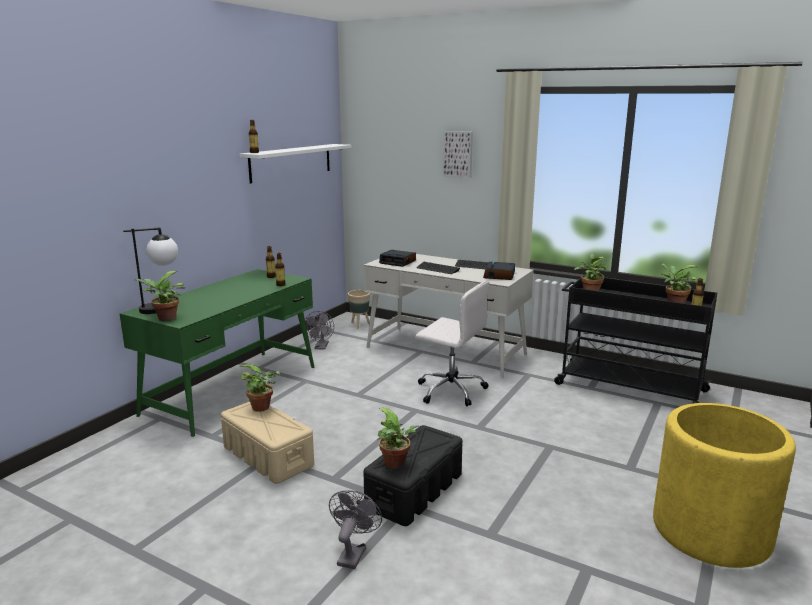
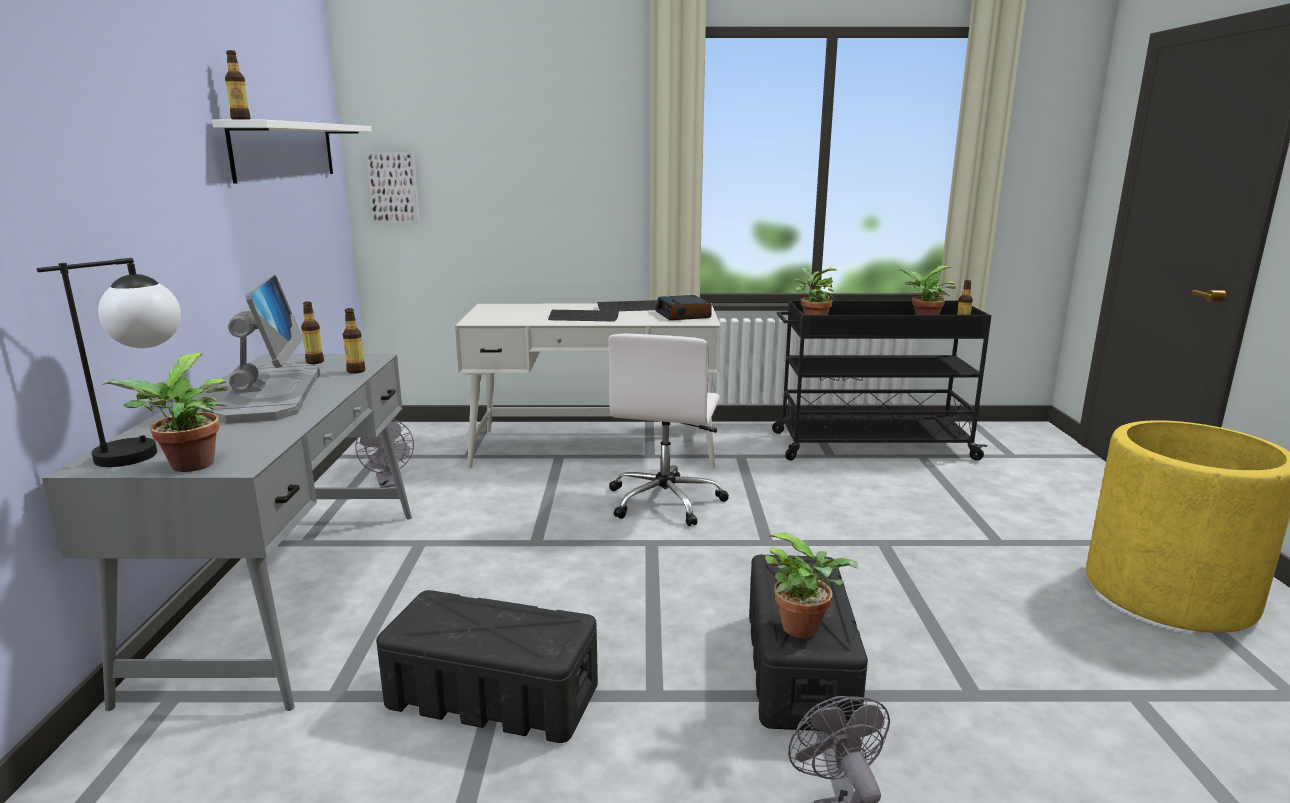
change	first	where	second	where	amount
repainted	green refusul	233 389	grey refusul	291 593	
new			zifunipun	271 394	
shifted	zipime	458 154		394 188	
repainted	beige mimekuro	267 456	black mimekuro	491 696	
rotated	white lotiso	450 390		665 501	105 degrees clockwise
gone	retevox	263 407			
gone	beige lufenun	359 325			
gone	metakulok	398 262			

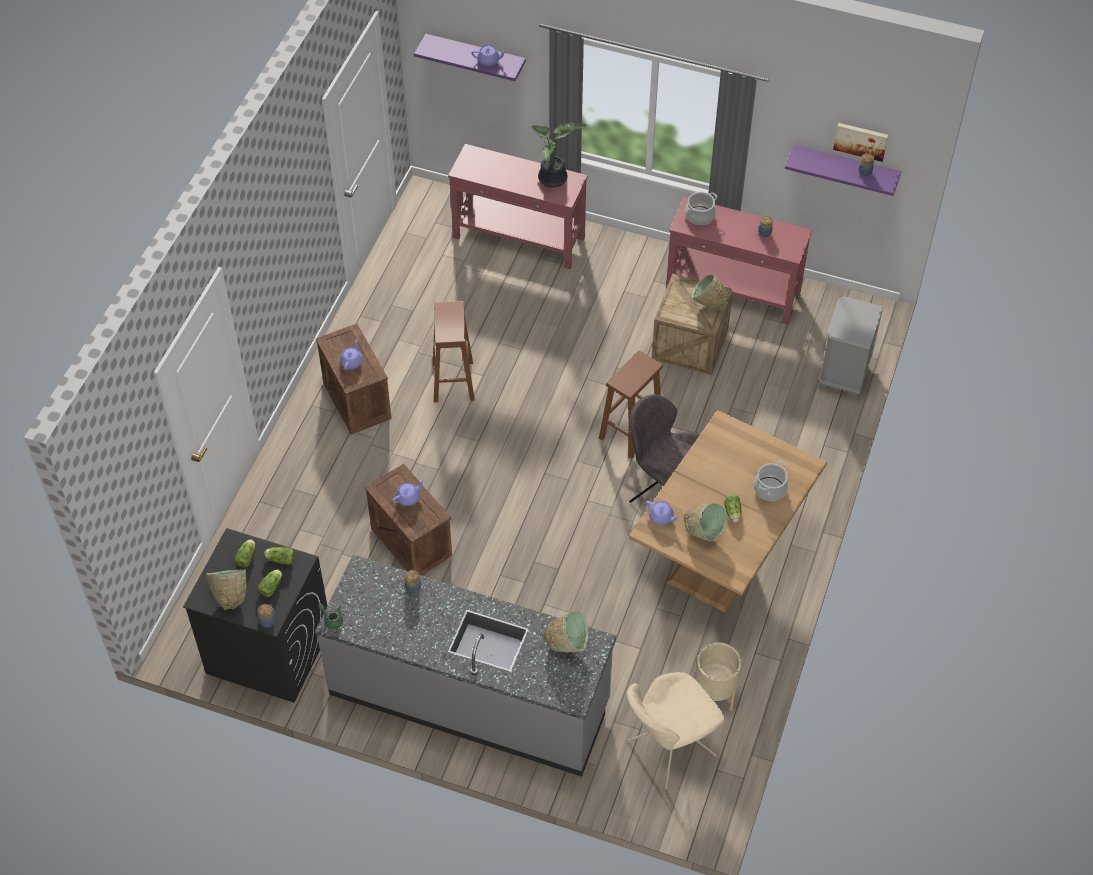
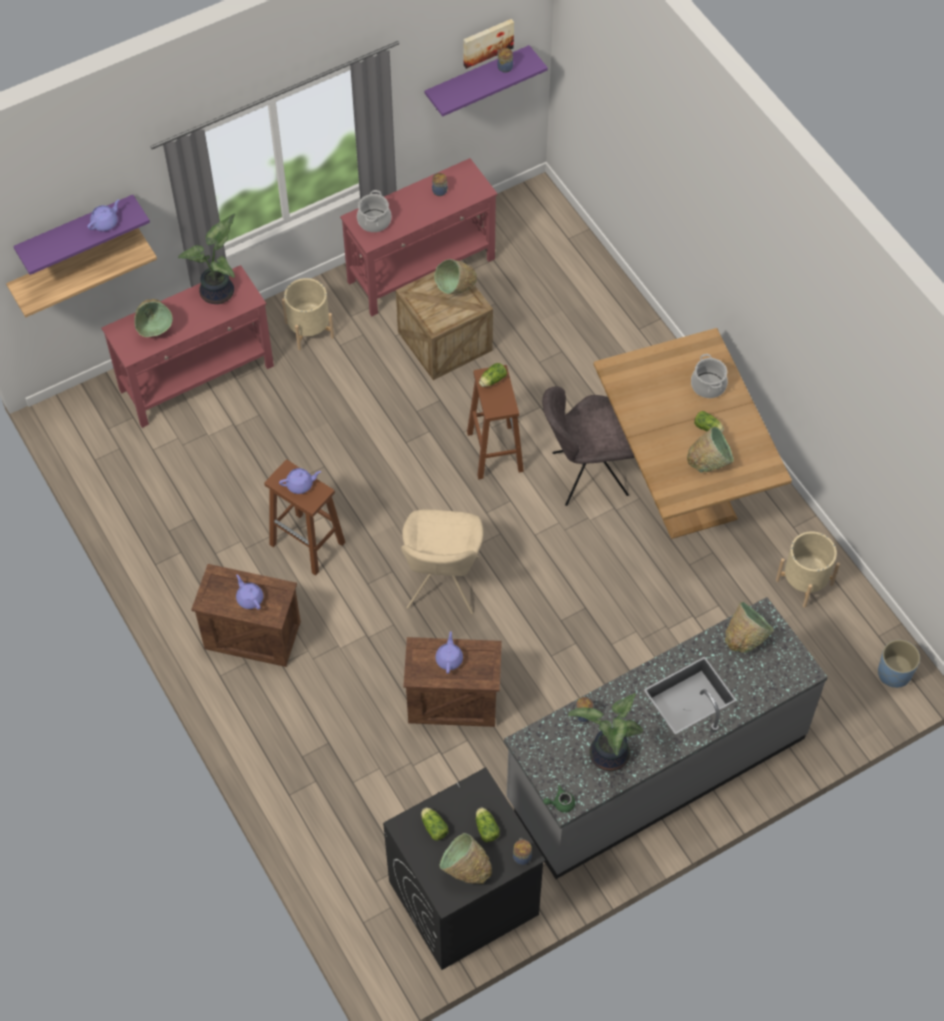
change	first	where	second	where	amount
new			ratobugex	75 265	
new			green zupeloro	155 329	
shifted	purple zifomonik	661 517		300 484	
new			beige lufenun	309 330	
shifted	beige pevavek	669 750		442 586	
shifted	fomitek	279 559		491 380	
new			retevox	607 756	
new			blue lufenun	894 673	
gone	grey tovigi	843 376			

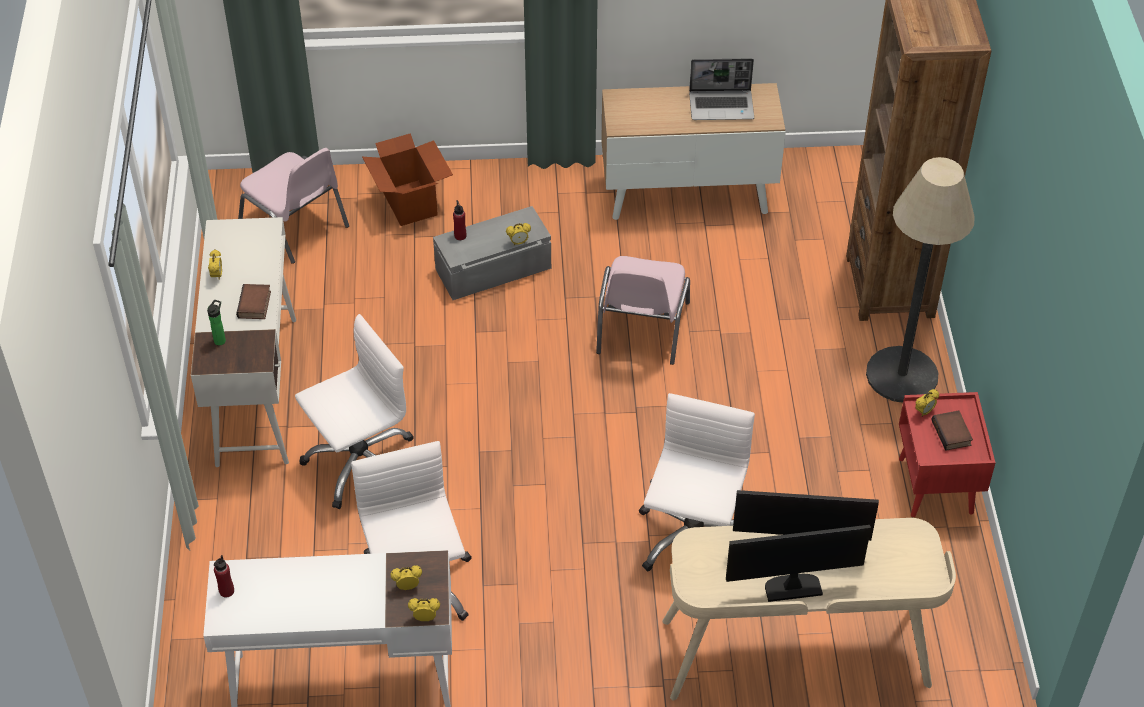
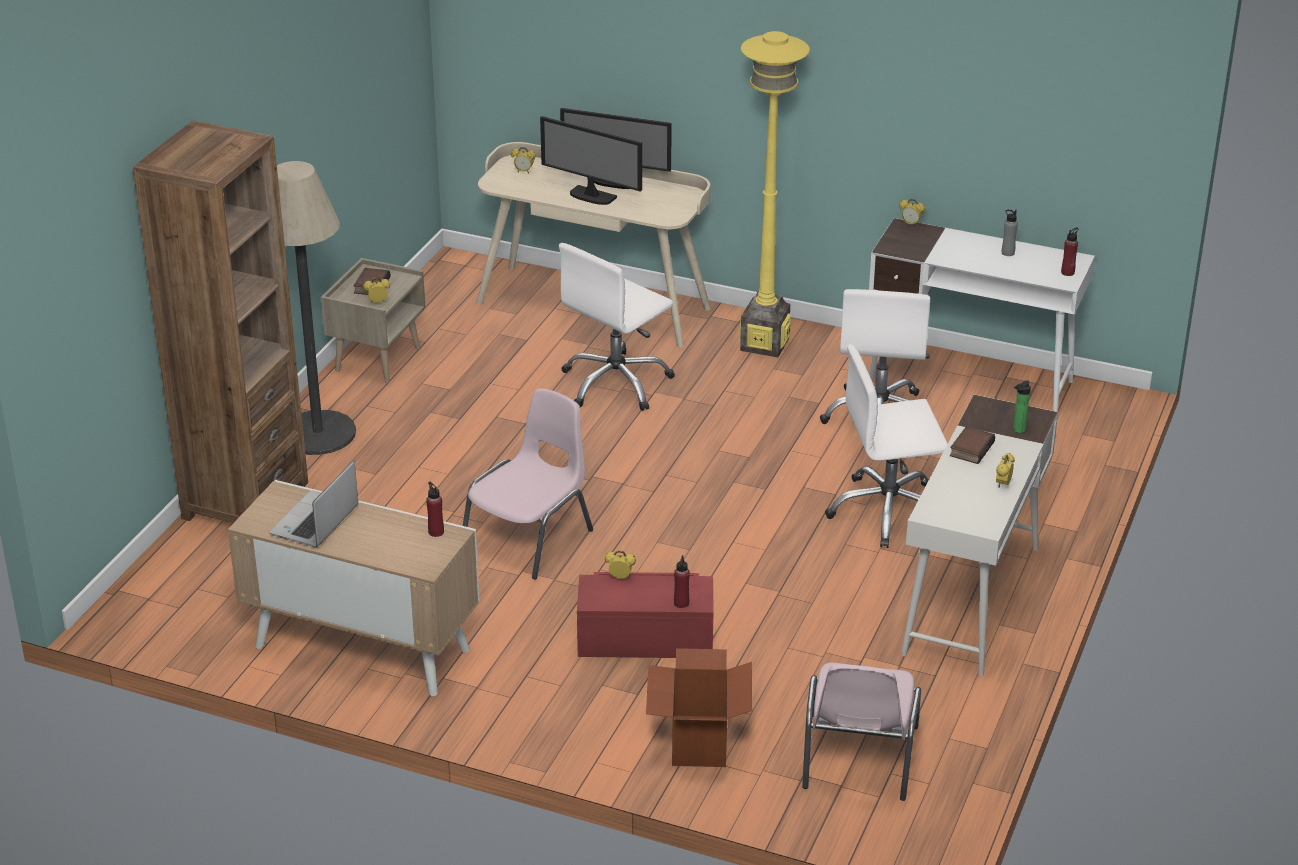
change	first	where	second	where	amount
rotated	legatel	722 106		315 522	90 degrees counterclockwise
repainted	red tovigi	936 486	beige tovigi	377 359	
new			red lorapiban	436 532	
shifted	metakulok	407 586		524 171	
repainted	grey mimekuro	494 270	red mimekuro	645 637	
new			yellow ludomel	764 344	
rotated	pink pevavek	295 226		858 759	150 degrees counterclockwise
new			grey lorapiban	1008 253	

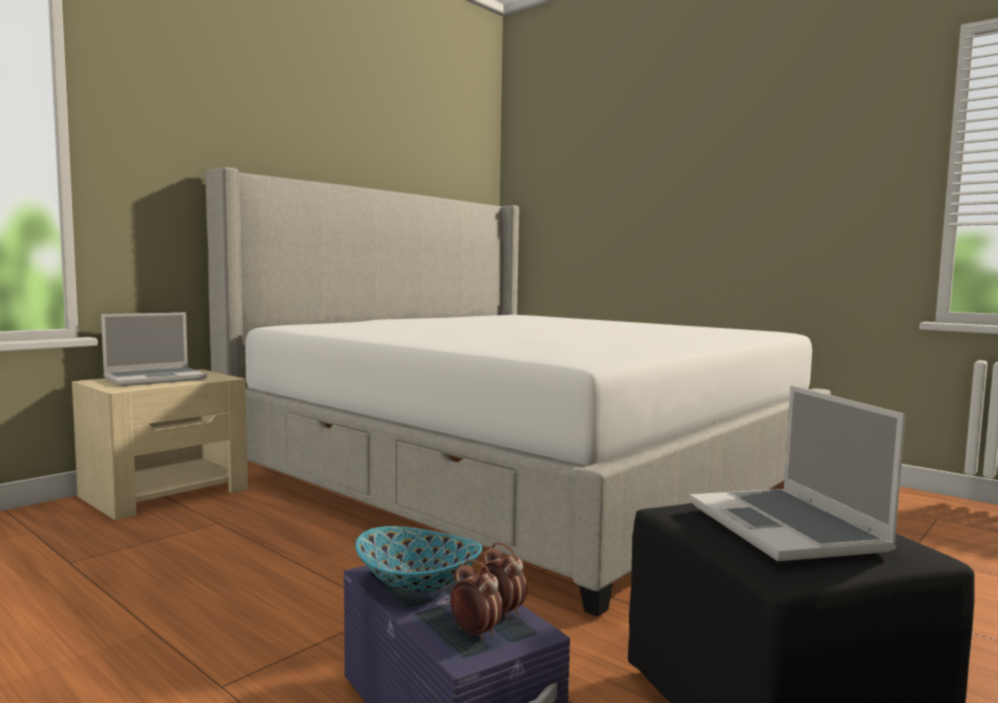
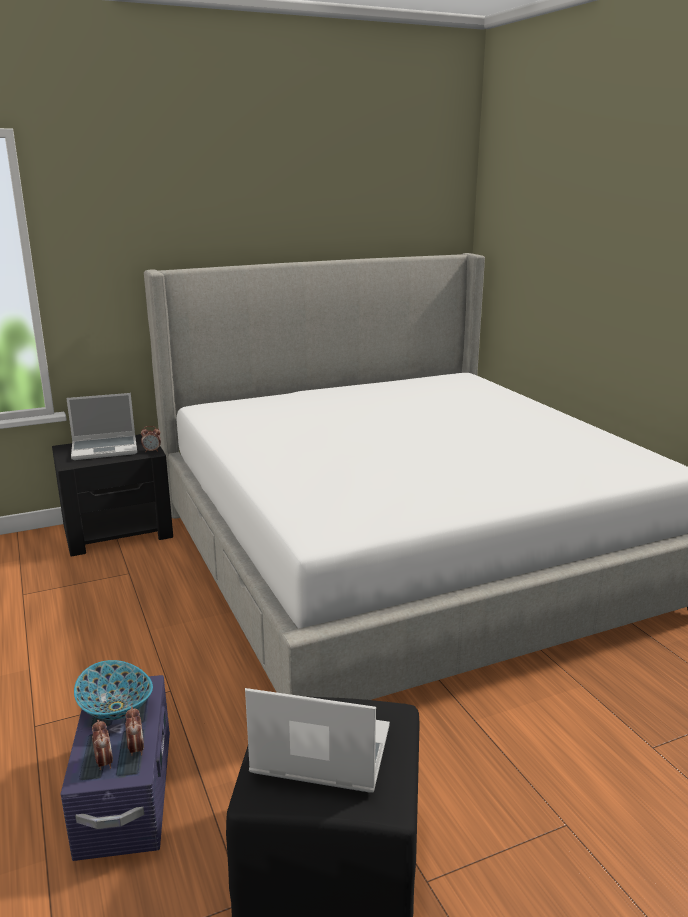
change	first	where	second	where	amount
repainted	beige tovigi	166 492	black tovigi	118 531	
new			metakulok	152 451	
rotated	legatel	787 528		319 752	90 degrees clockwise

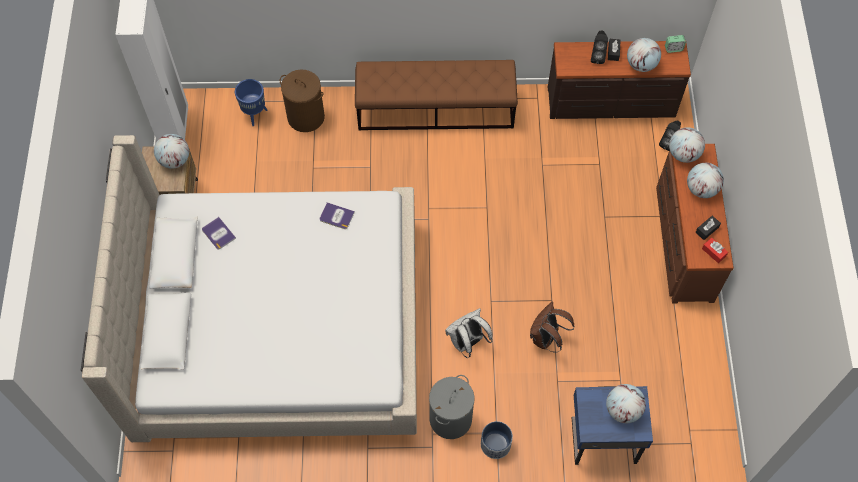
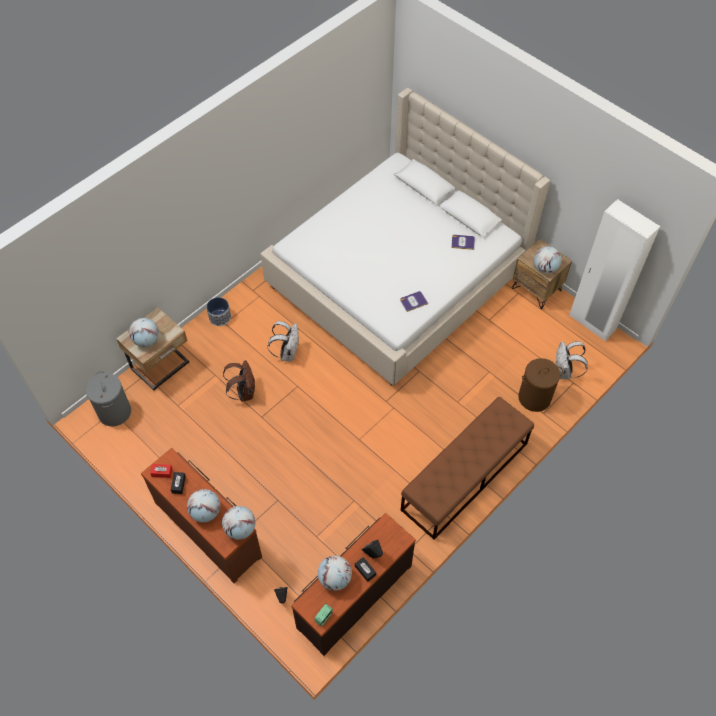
change	first	where	second	where	amount
shifted	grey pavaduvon	450 419		114 412	
repainted	blue tovigi	602 438	beige tovigi	161 366	
swapped	blue lufenun	254 114	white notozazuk	564 372	

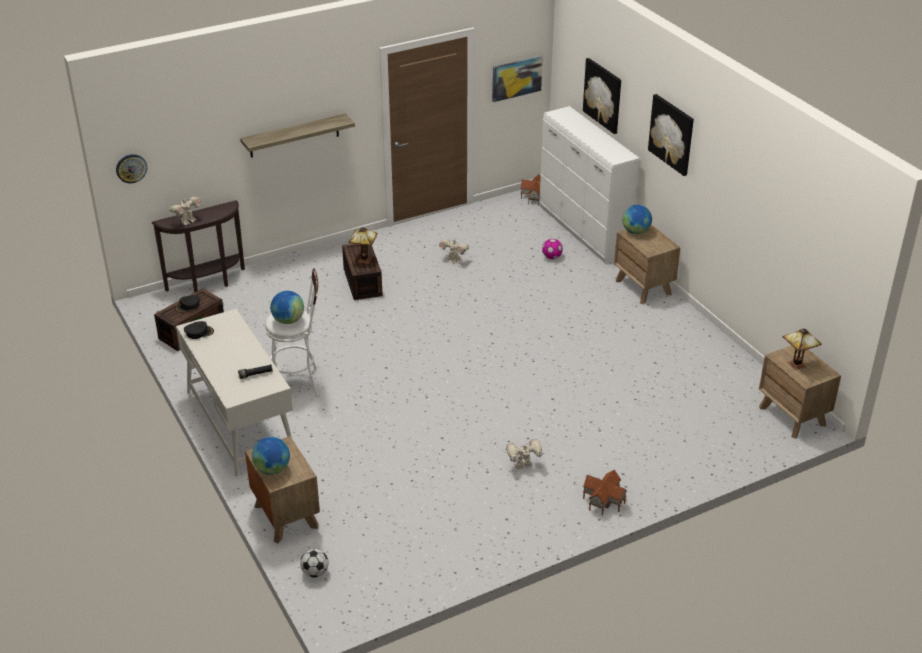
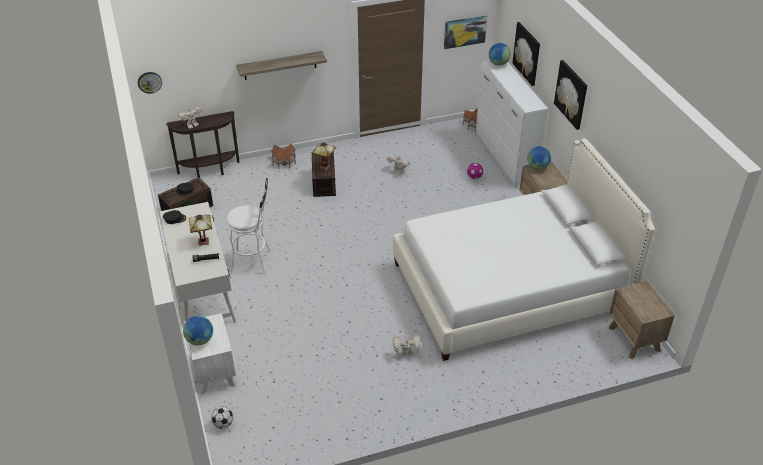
change	first	where	second	where	amount
repainted	brown tovigi	285 516	white tovigi	214 372	
shifted	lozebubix	798 365		204 242	
shifted	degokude	604 501		284 162	
new			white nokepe	509 287	
shifted	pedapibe	288 320		498 63	

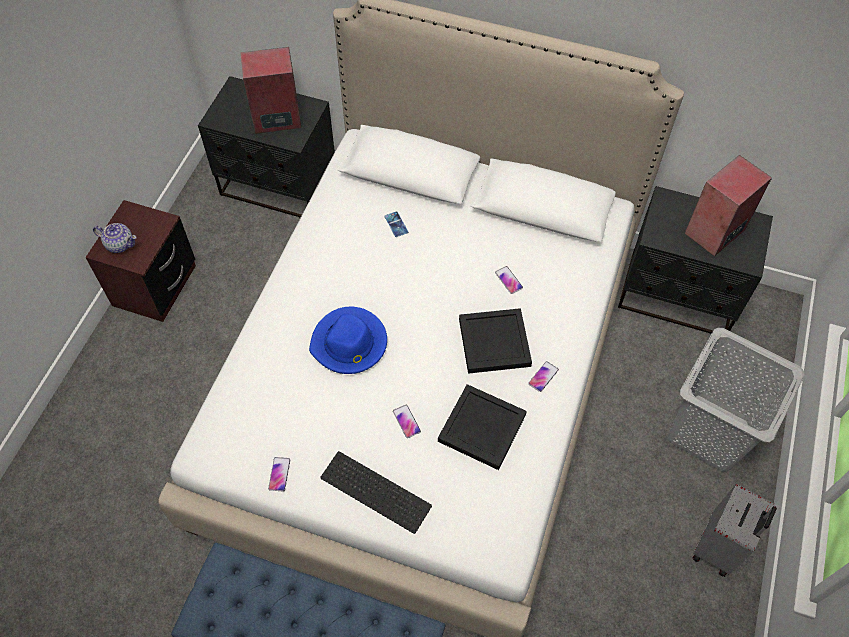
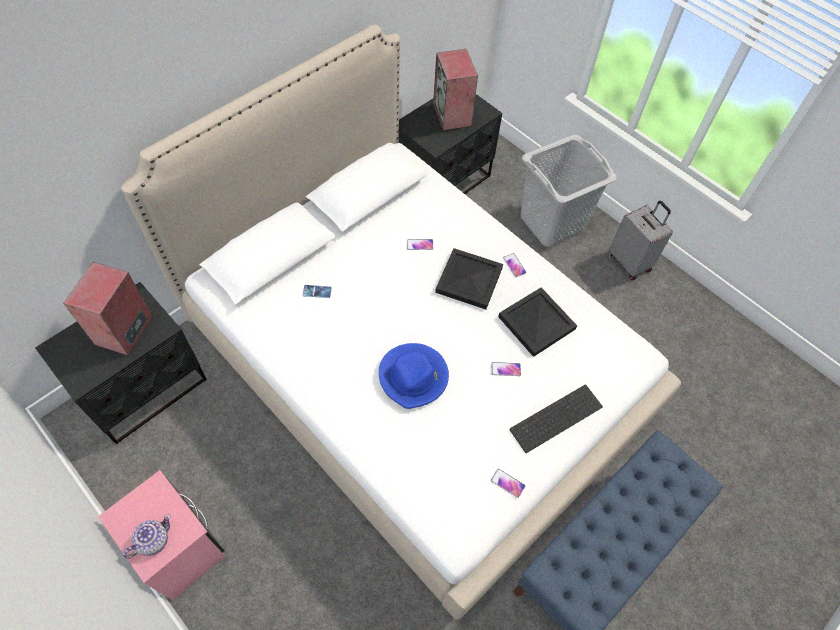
change	first	where	second	where	amount
repainted	brown tovigi	155 286	pink tovigi	178 547	

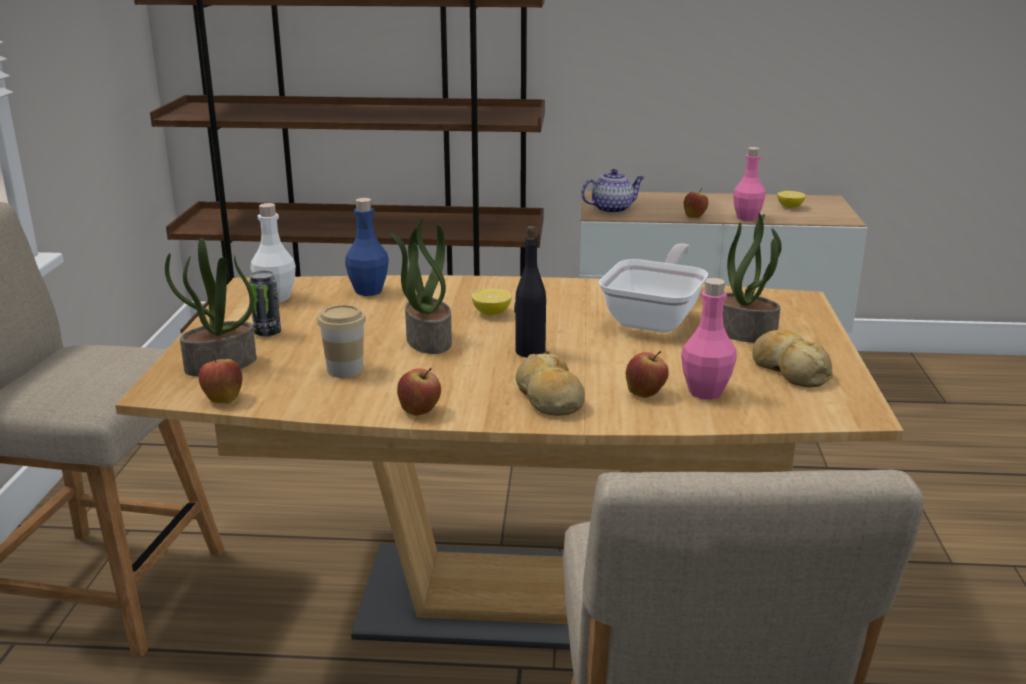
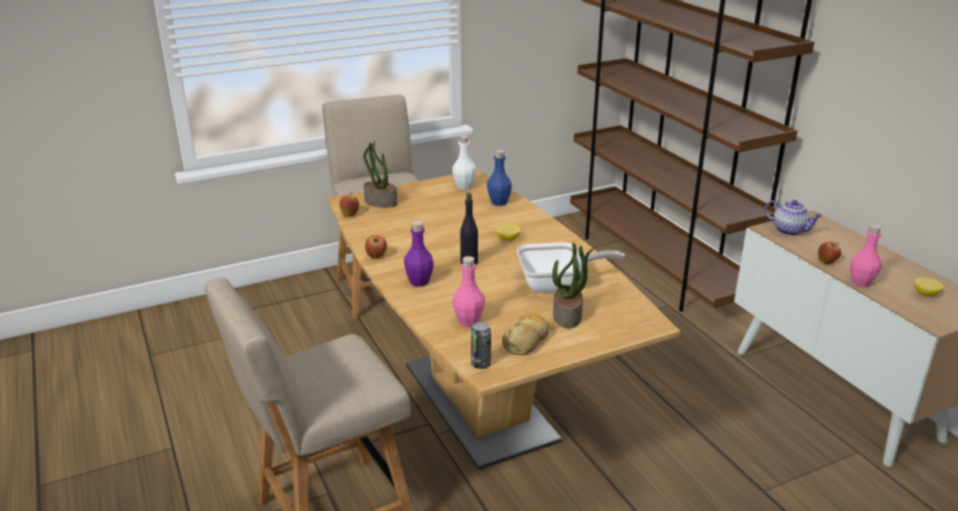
change	first	where	second	where	amount
swapped	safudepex	549 398	purple lorapiban	419 282	
shifted	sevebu	267 333		480 364	
gone	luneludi	345 370			
gone	retevox	427 340			
gone	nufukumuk	646 394			

